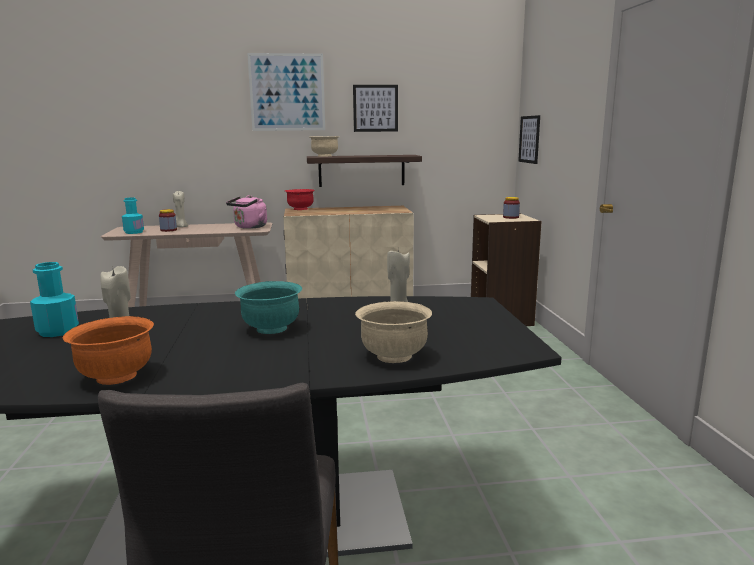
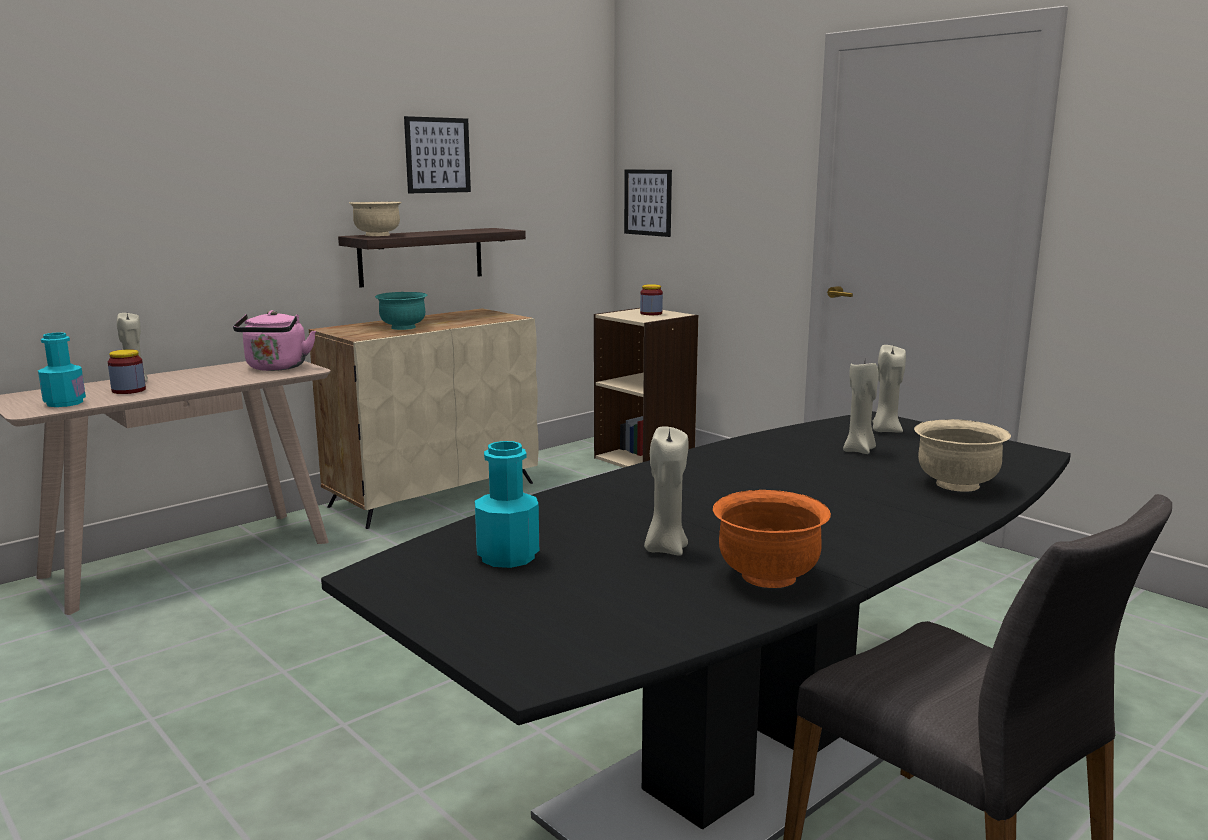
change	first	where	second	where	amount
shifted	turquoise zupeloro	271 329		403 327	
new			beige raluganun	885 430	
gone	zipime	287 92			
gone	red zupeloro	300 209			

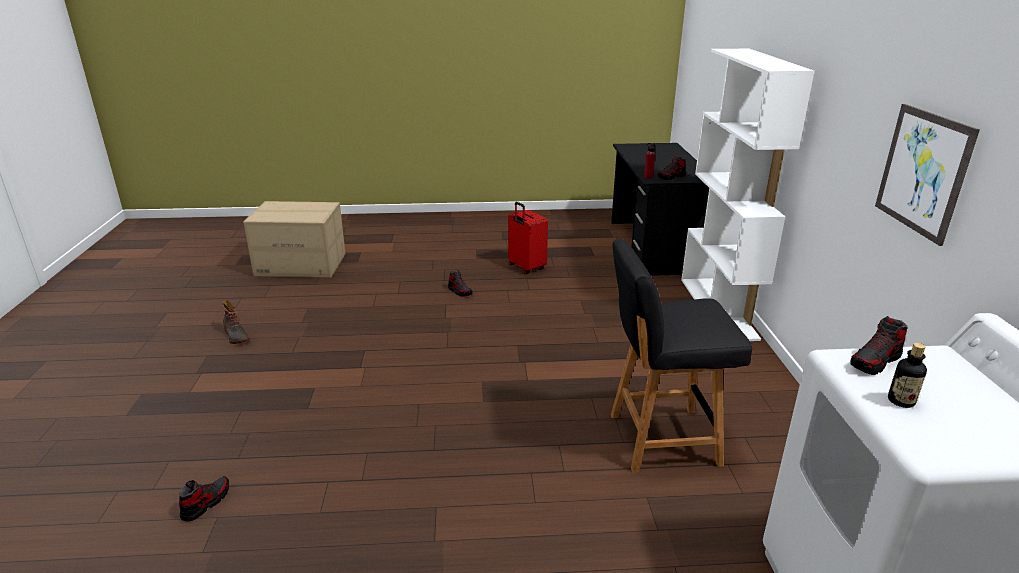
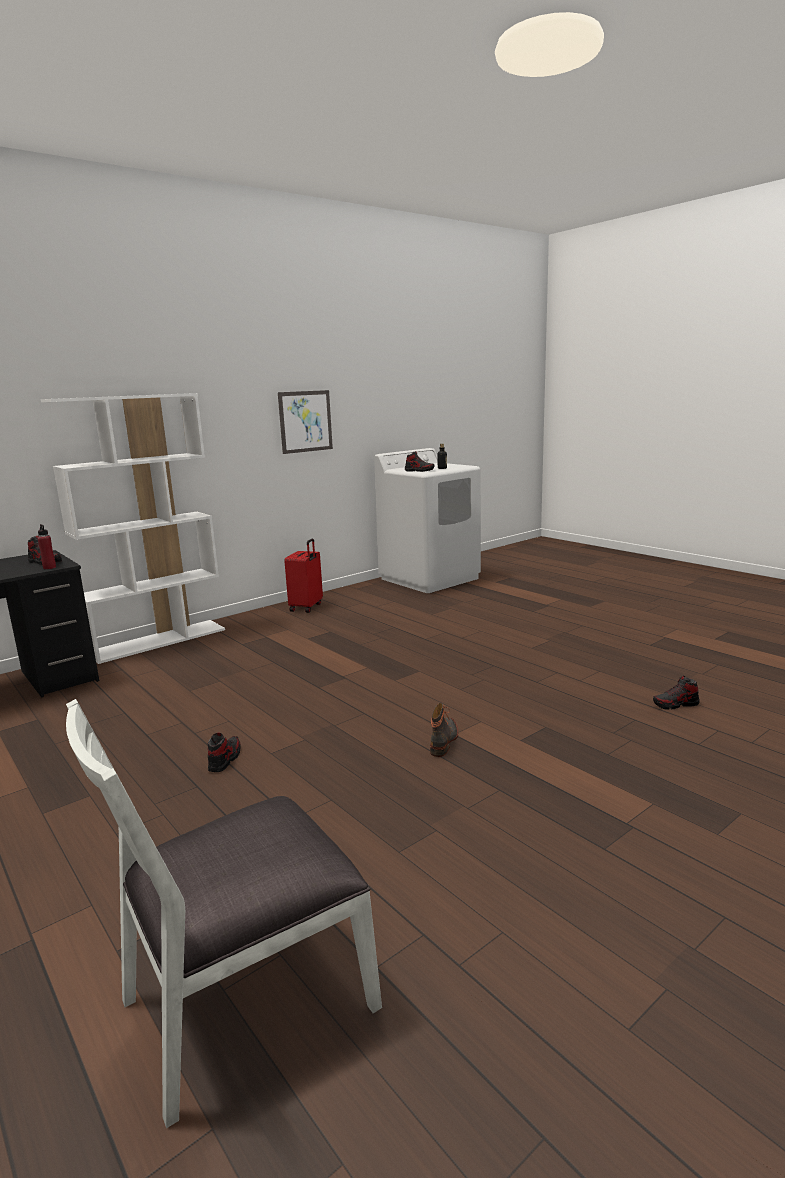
change	first	where	second	where	amount
swapped	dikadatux	301 264	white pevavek	246 1001	
shifted	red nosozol	526 268		307 607	
shifted	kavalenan	236 336		444 740	
gone	black pevavek	660 439			

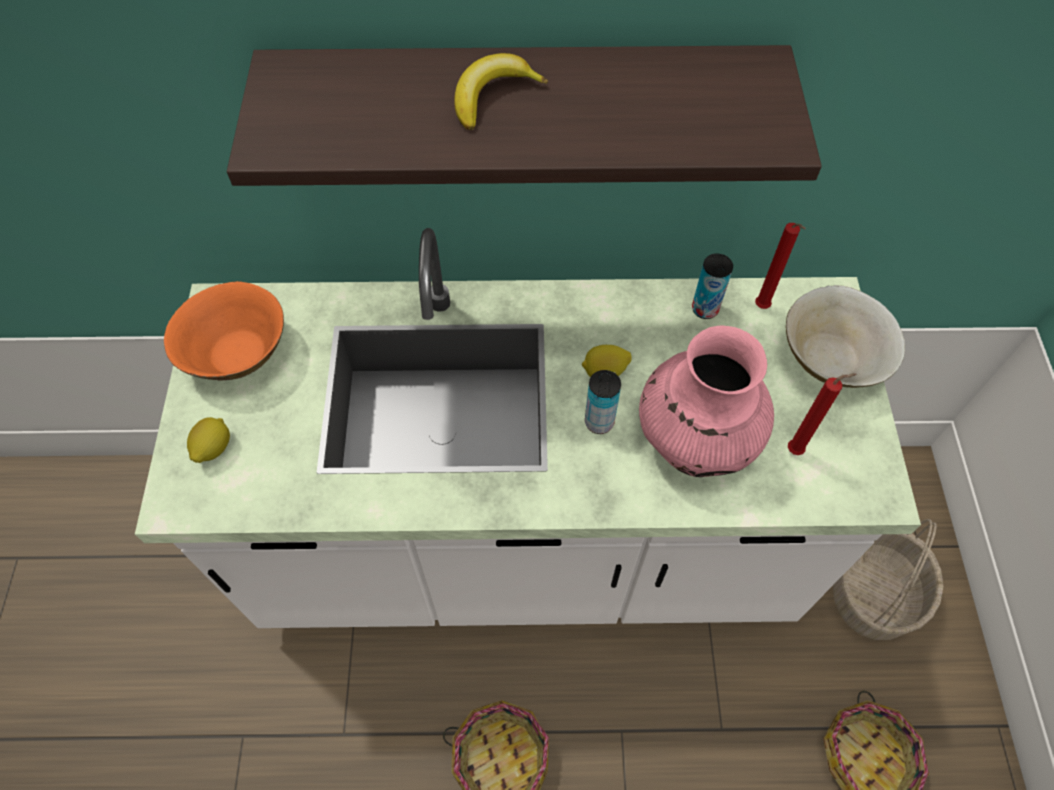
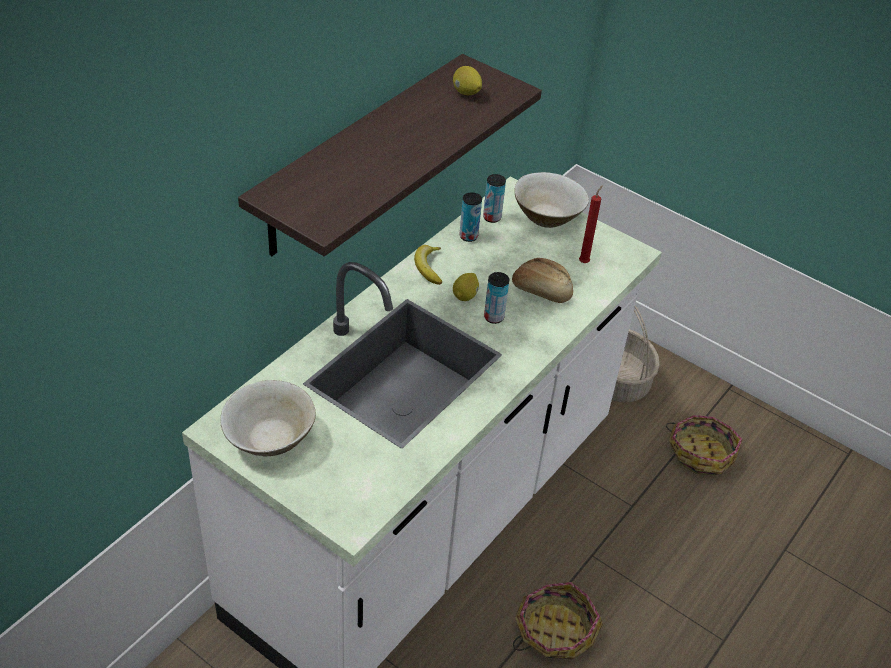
change	first	where	second	where	amount
repainted	orange zupeloro	237 353	beige zupeloro	269 438	
shifted	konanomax	492 97		428 267	
shifted	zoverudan	213 448		466 93	
swapped	red raluganun	762 308	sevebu	492 217	
swapped	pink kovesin	694 440	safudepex	541 291	

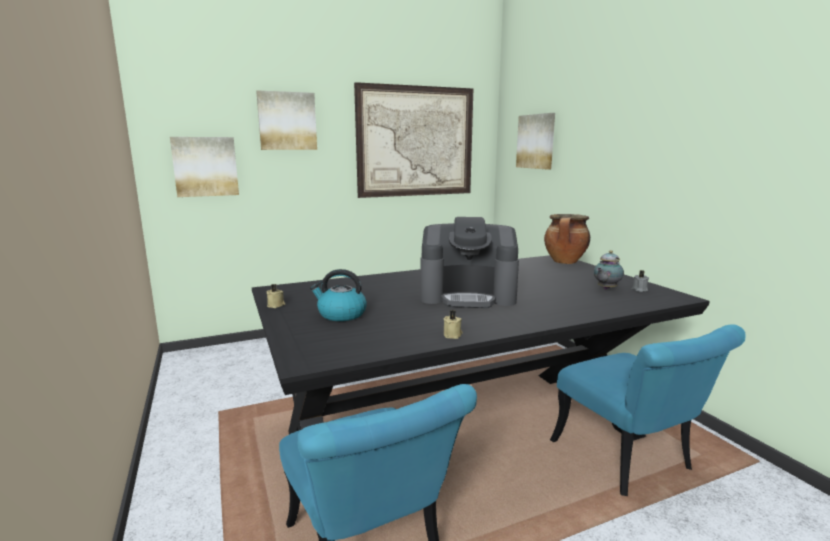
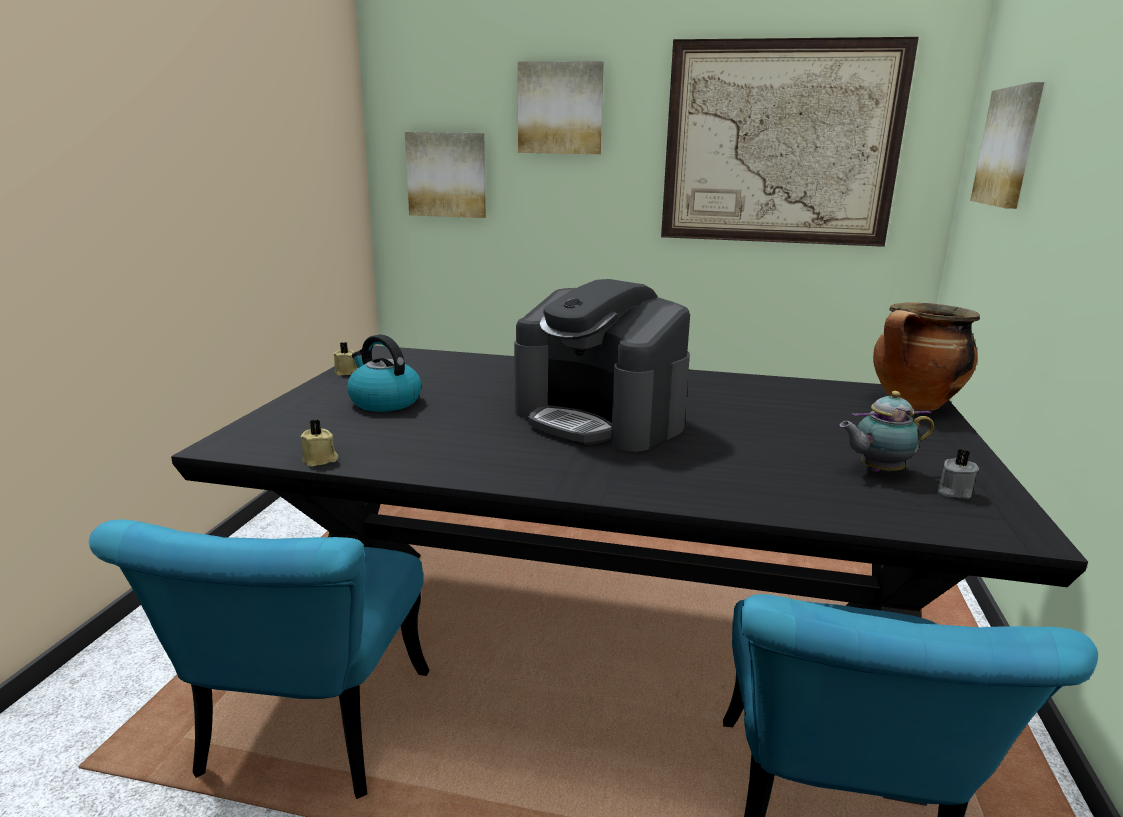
change	first	where	second	where	amount
shifted	beige raluganun	453 335		320 460	

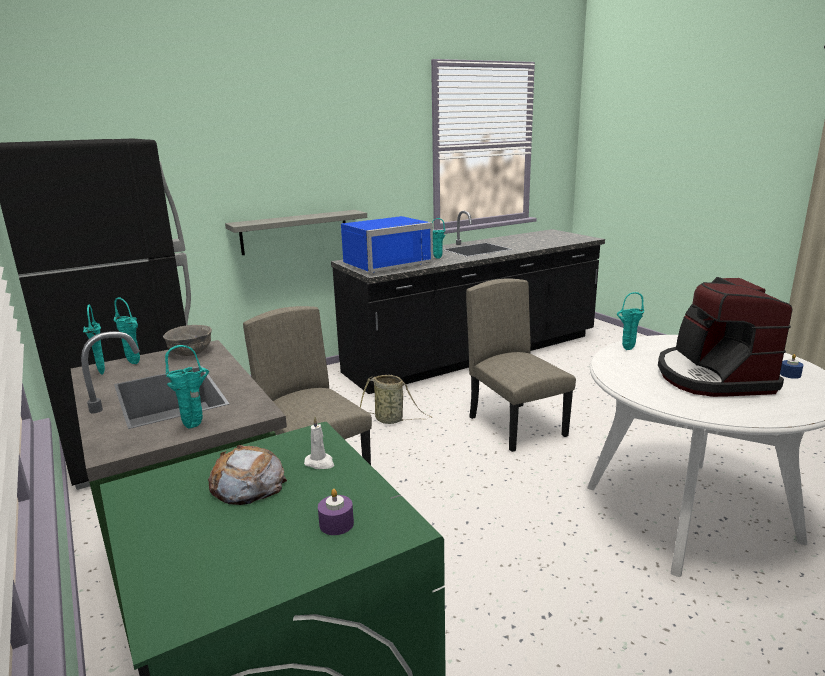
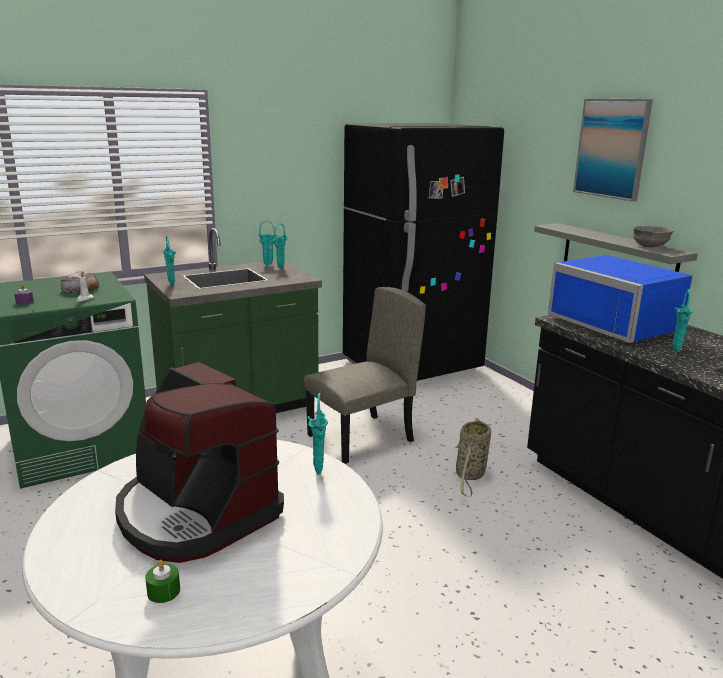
change	first	where	second	where	amount
rotated	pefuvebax	712 377		196 513	135 degrees counterclockwise
repainted	blue raluganun	790 374	green raluganun	163 591	
new			zipime	612 148	
shifted	grey zupeloro	191 352		650 246	
gone	beige pevavek	517 426			

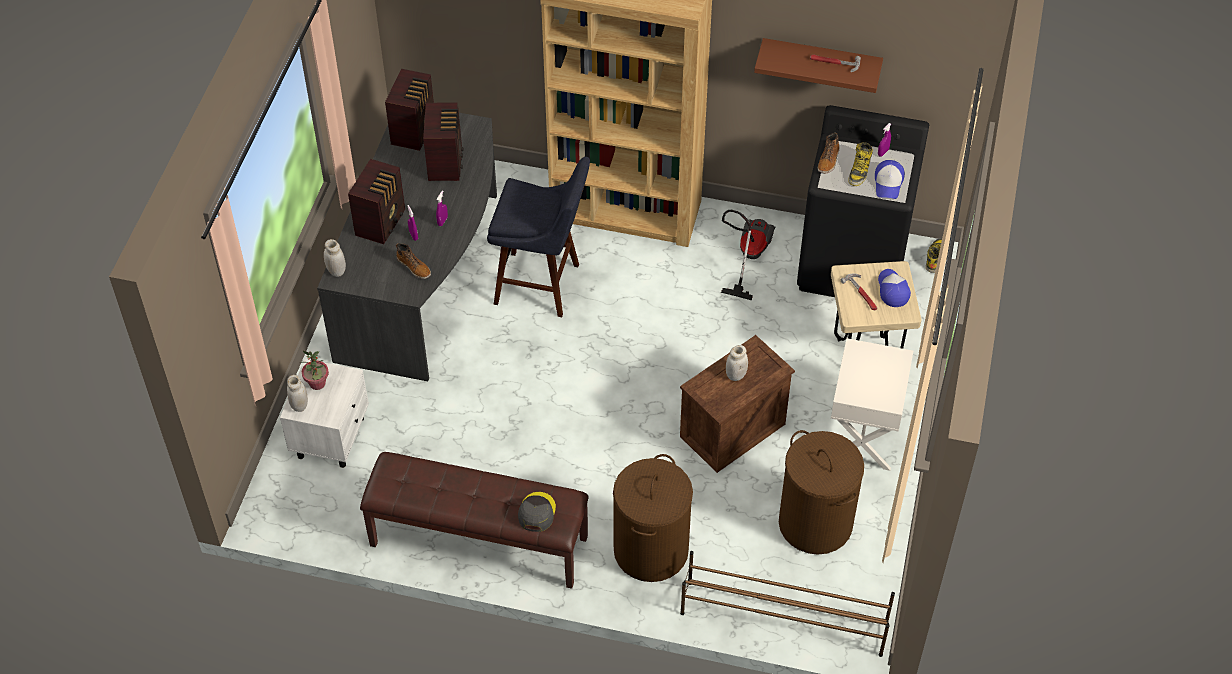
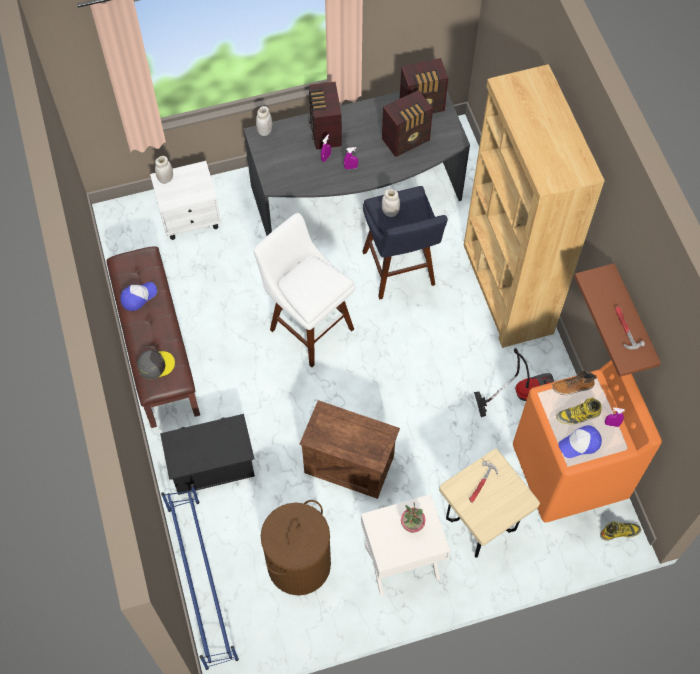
change	first	where	second	where	amount
shifted	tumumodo	892 290		138 297	
swapped	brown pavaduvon	651 550	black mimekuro	211 463	
repainted	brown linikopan	783 618	blue linikopan	202 581	
new			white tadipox	308 326	
rotated	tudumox	382 222		325 133	90 degrees clockwise
shifted	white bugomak	735 375		390 212	
shifted	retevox	317 383		412 525	
repainted	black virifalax	853 263	orange virifalax	569 473	
gone	kavalenan	414 267			

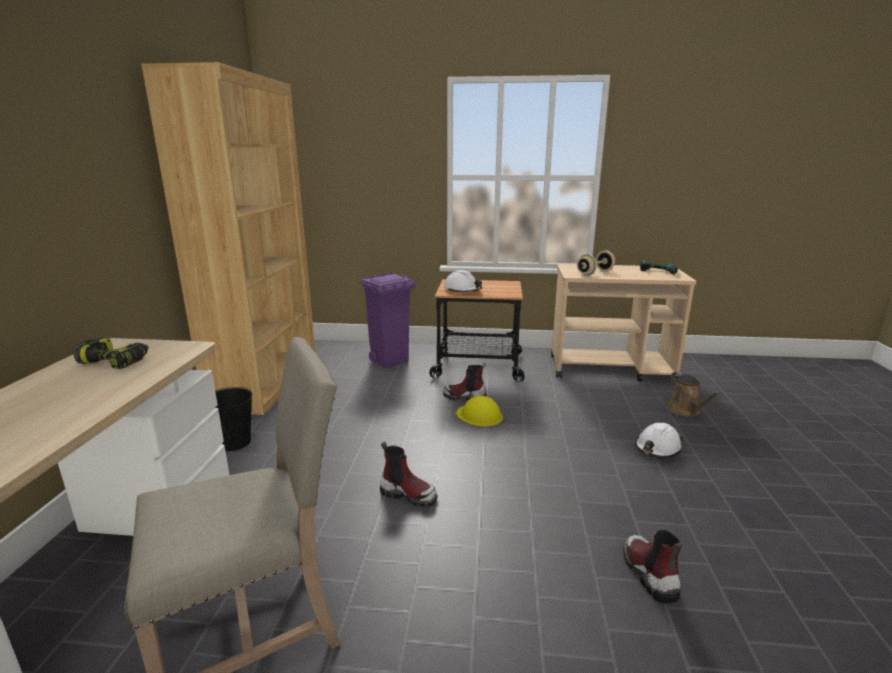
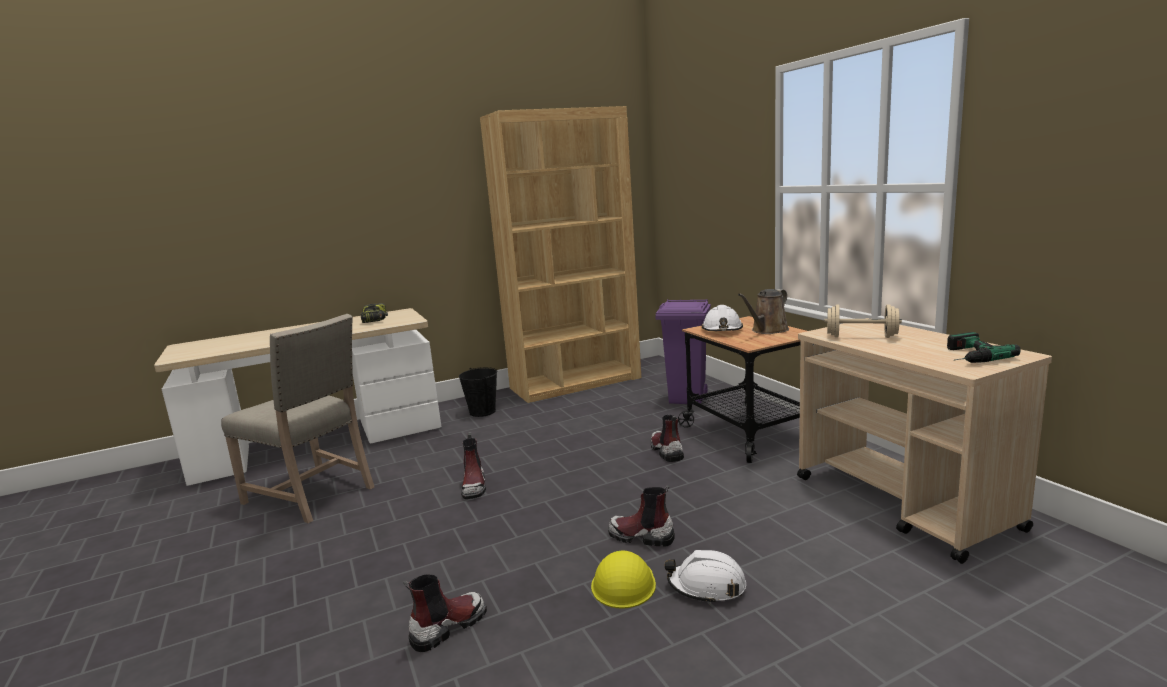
change	first	where	second	where	amount
shifted	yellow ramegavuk	479 415		623 583	
new			kavalenan	641 537	
shifted	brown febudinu	685 411		767 330	

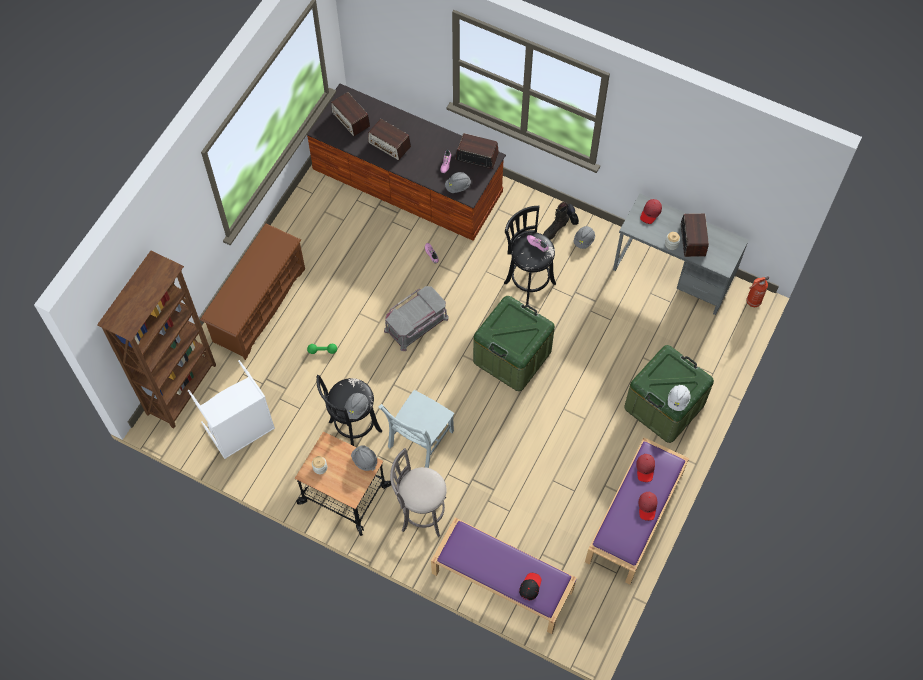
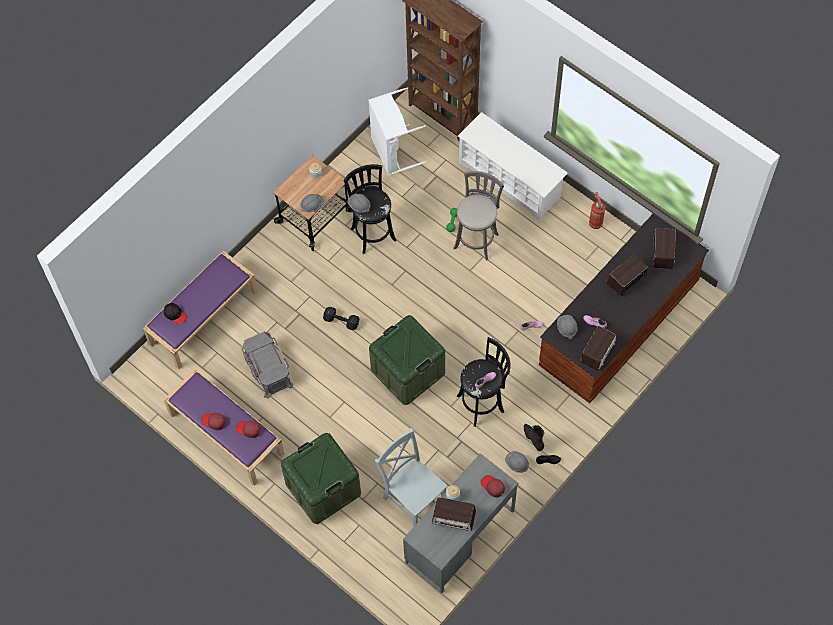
change	first	where	second	where	amount
shifted	grey mimekuro	416 324		267 369	
new			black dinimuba	341 321	
shifted	grey pevavek	419 441		413 497	
shifted	grey tadipox	421 513		477 239	
repainted	brown linikopan	259 305	white linikopan	510 180	
shifted	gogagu	752 302		595 222	
rotated	tudumox	351 119		662 252	120 degrees clockwise
gone	white ramegavuk	678 400			

